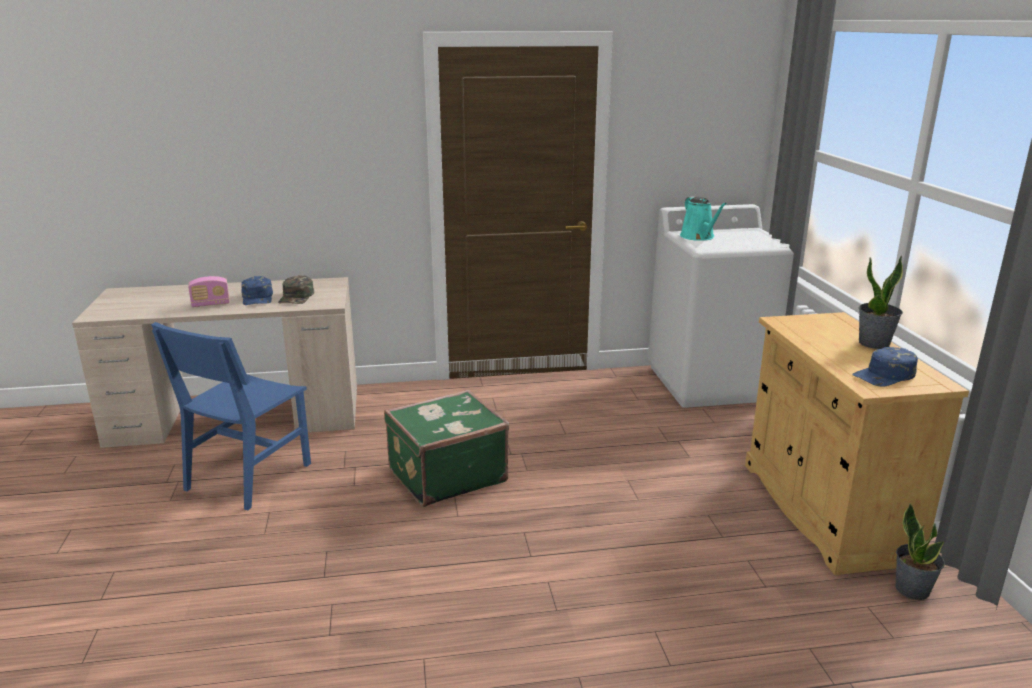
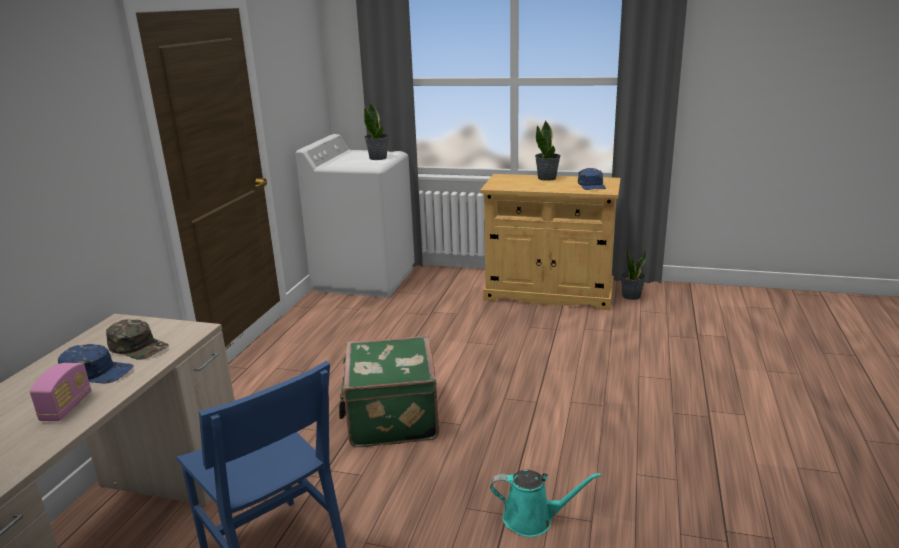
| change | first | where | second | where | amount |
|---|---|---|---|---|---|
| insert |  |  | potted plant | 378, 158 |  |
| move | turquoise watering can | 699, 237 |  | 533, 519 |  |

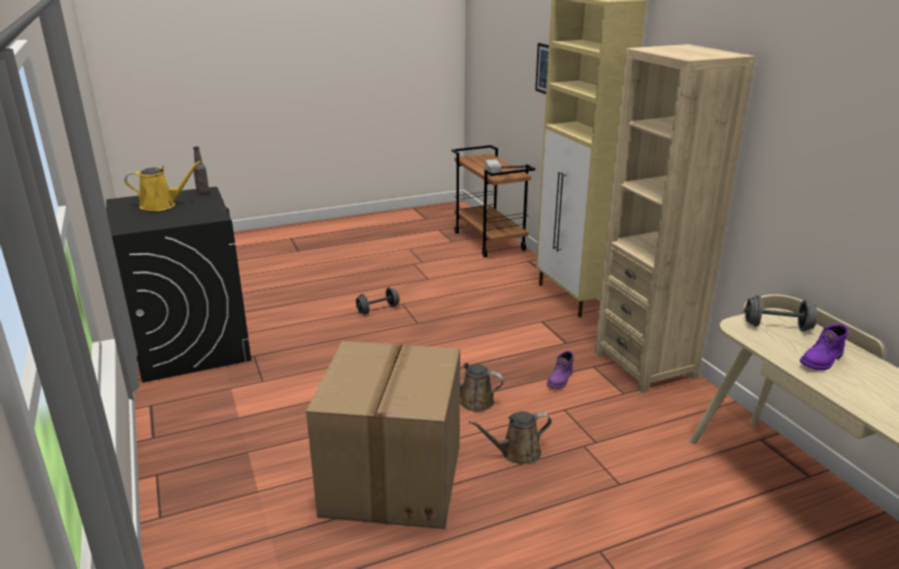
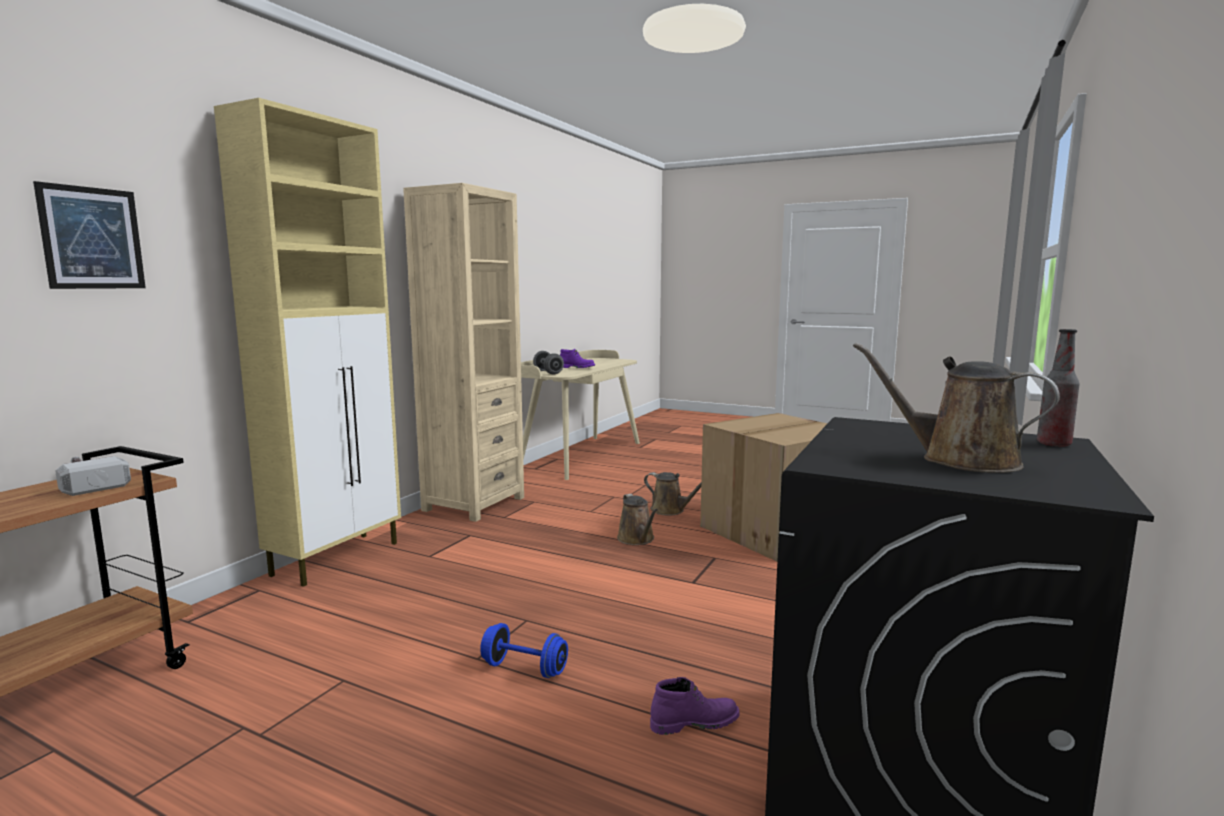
| change | first | where | second | where | amount |
|---|---|---|---|---|---|
| recolor | grey dumbbell | 378, 309 | blue dumbbell | 524, 668 |  |
| move | purple boot | 560, 380 |  | 694, 722 |  |
| recolor | yellow watering can | 161, 205 | brown watering can | 959, 460 |  |
| move | bottle | 203, 192 |  | 1053, 444 |  |

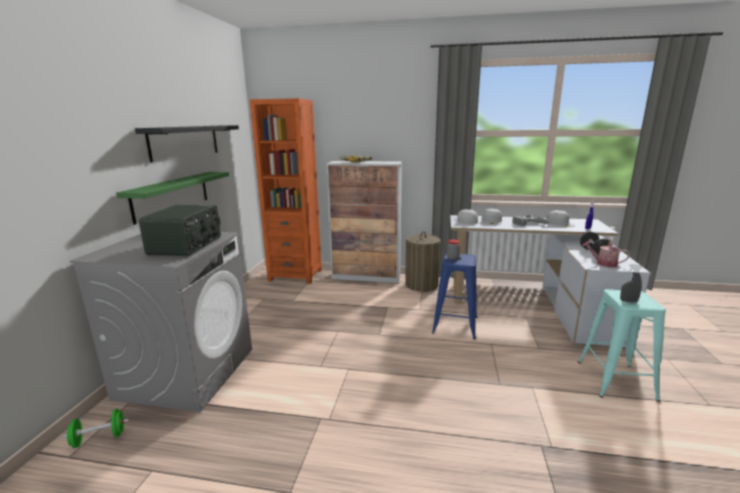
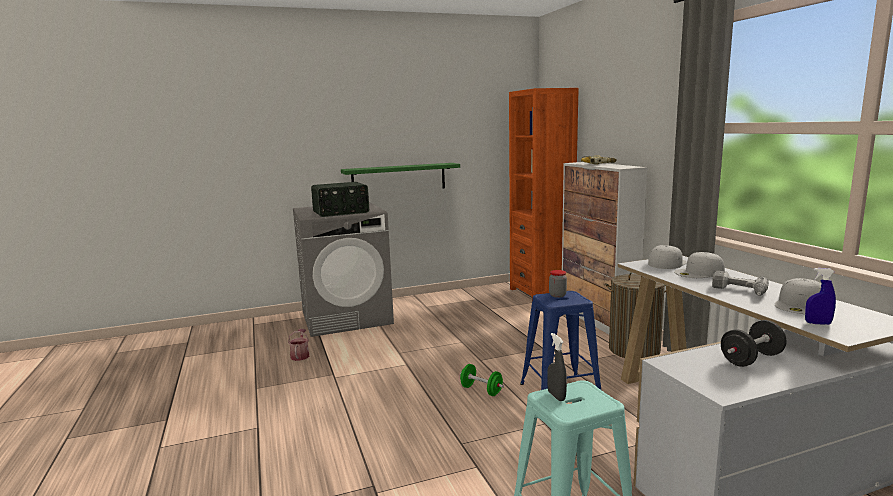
| change | first | where | second | where | amount |
|---|---|---|---|---|---|
| move | watering can | 603, 263 |  | 300, 355 |  |
| move | green dumbbell | 99, 438 |  | 481, 390 |  |
| delete | black shelf | 185, 141 |  |  |  |

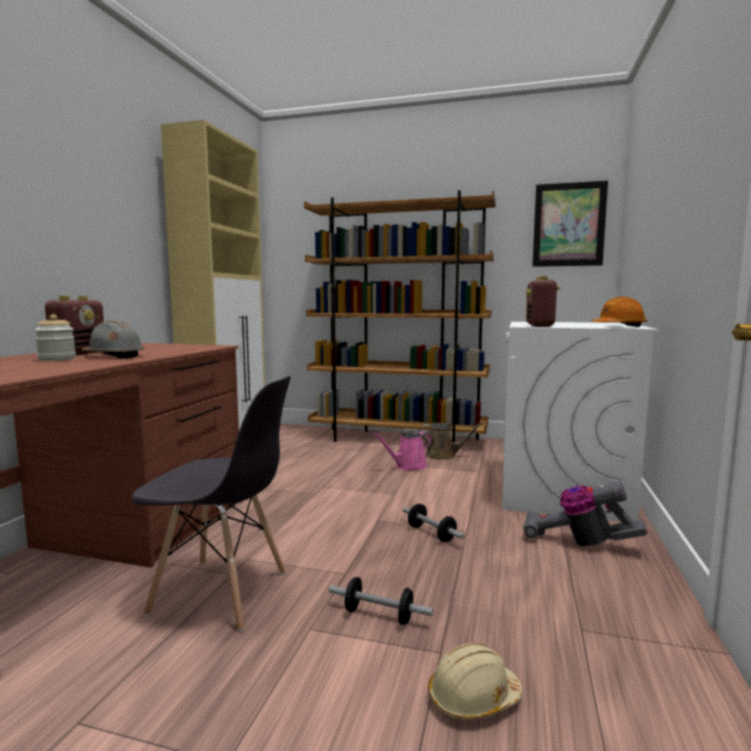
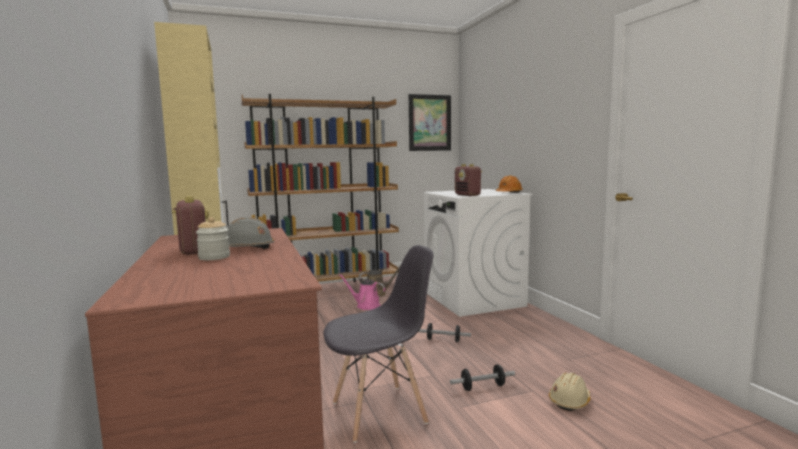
| change | first | where | second | where | amount |
|---|---|---|---|---|---|
| rotate | pink watering can | 408, 466 |  | 366, 306 | 90 degrees clockwise |
| delete | vacuum cleaner | 579, 543 |  |  |  |

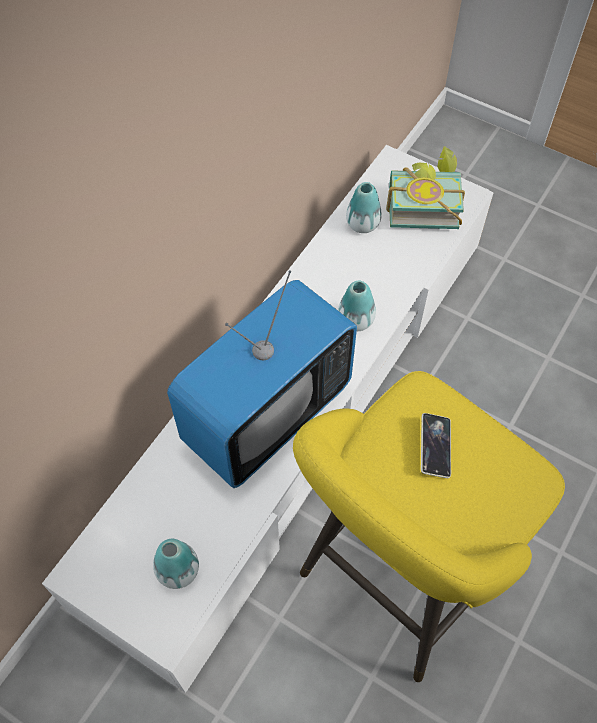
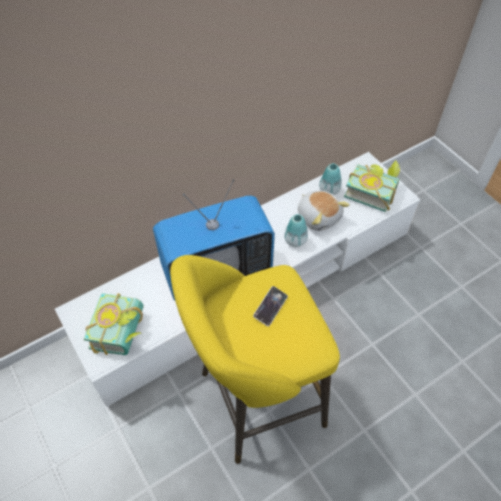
| change | first | where | second | where | amount |
|---|---|---|---|---|---|
| replace | vase | 178, 570 | book | 124, 332 |  |
| insert |  |  | plush toy | 319, 216 |  |

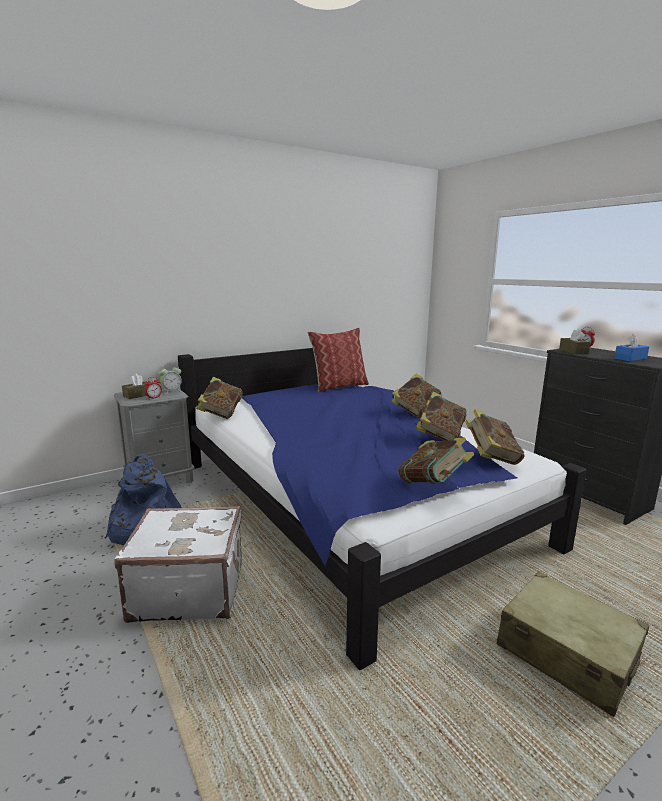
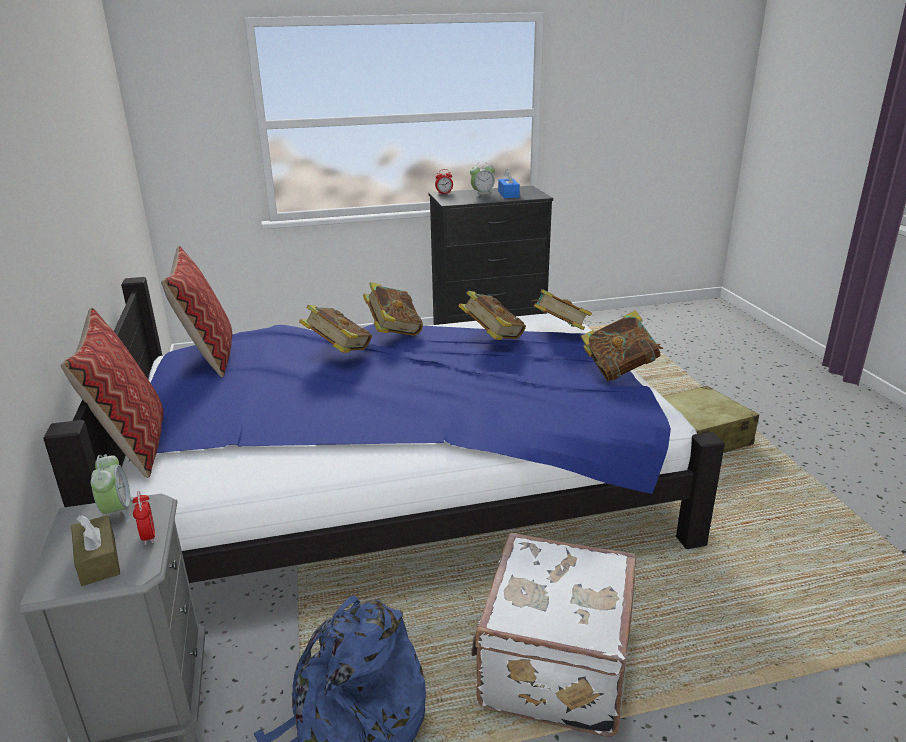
| change | first | where | second | where | amount |
|---|---|---|---|---|---|
| insert |  |  | pillow | 133, 445 |  |
| move | book | 221, 414 |  | 338, 351 |  |
| insert |  |  | alarm clock | 482, 194 |  |
| delete | brown tissue box | 573, 351 |  |  |  |

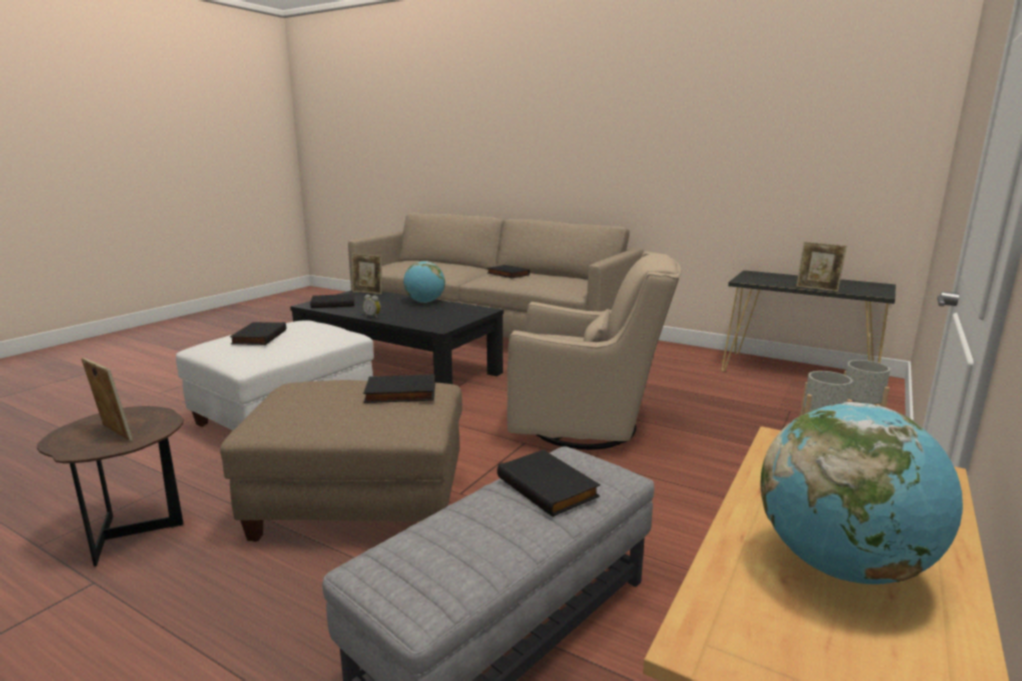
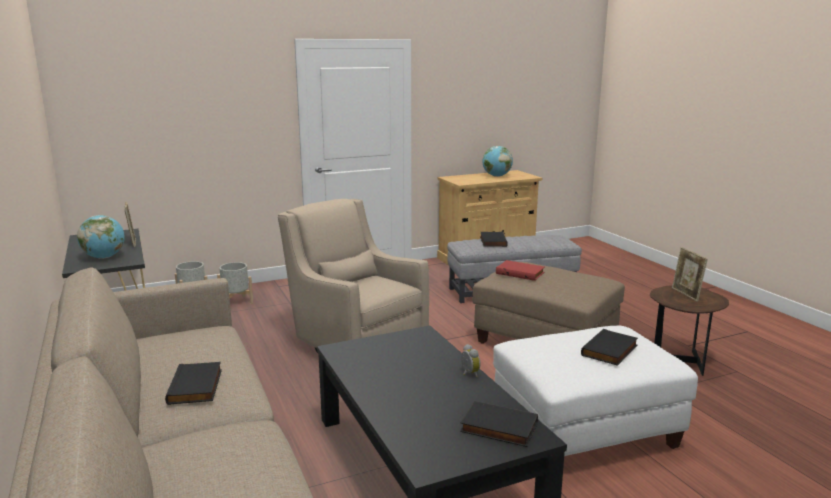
| change | first | where | second | where | amount |
|---|---|---|---|---|---|
| move | globe | 425, 302 |  | 104, 257 |  |
| recolor | black book | 400, 394 | red book | 520, 273 |  |
| delete | picture frame | 368, 292 |  |  |  |

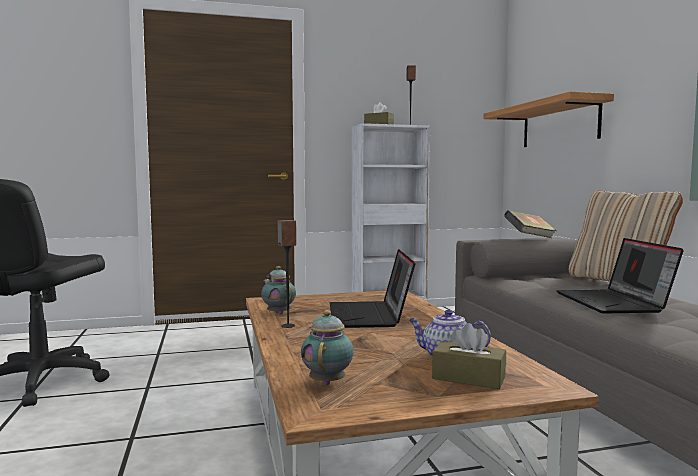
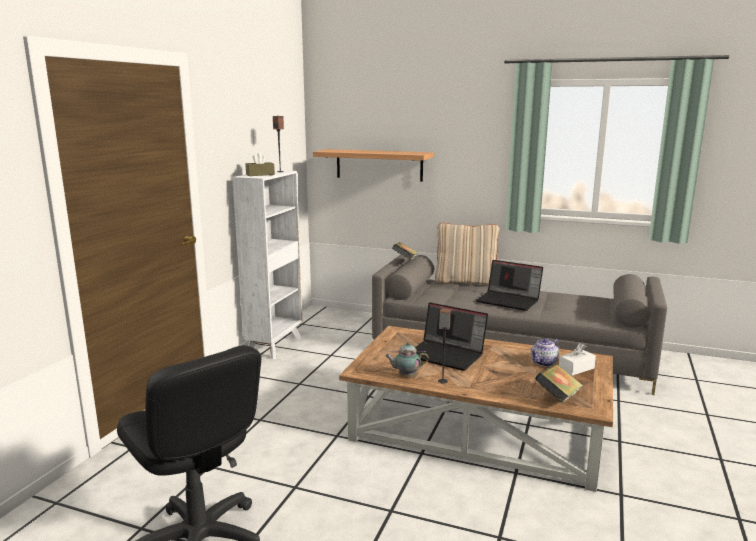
| change | first | where | second | where | amount |
|---|---|---|---|---|---|
| replace | teapot | 328, 381 | book | 557, 397 |  |
| recolor | brown tissue box | 468, 378 | white tissue box | 576, 369 |  |

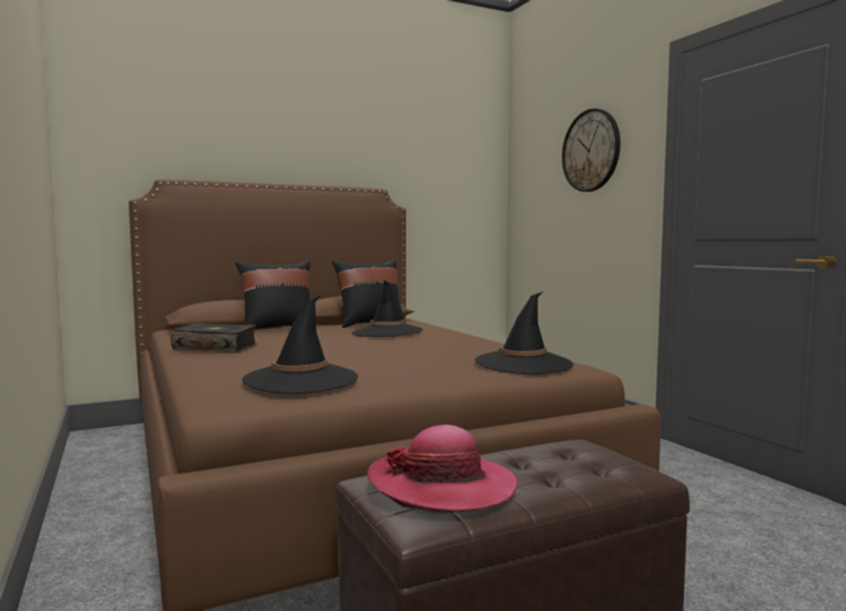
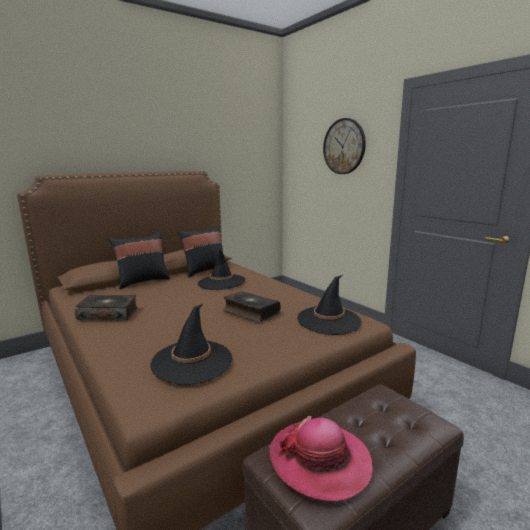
| change | first | where | second | where | amount |
|---|---|---|---|---|---|
| insert |  |  | book | 250, 312 |  |

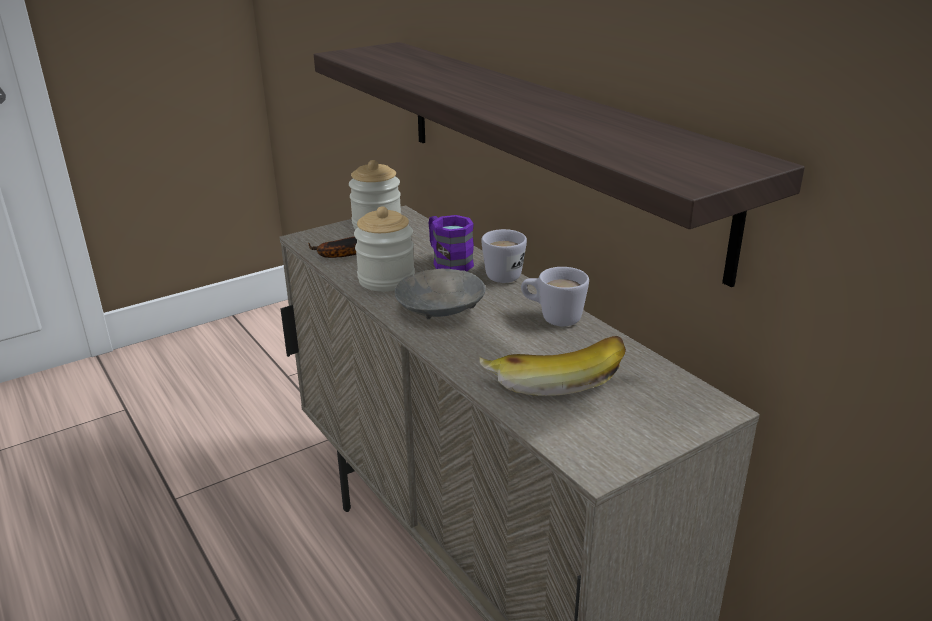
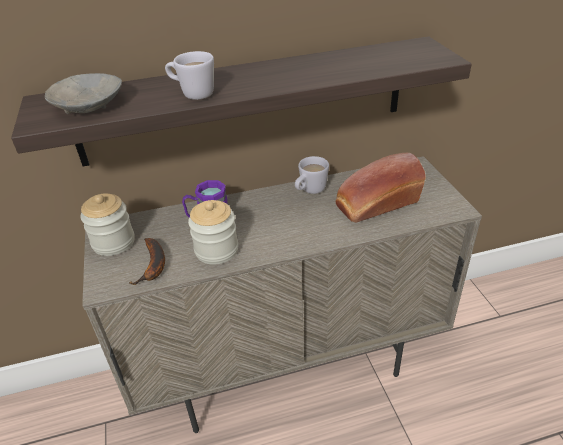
| change | first | where | second | where | amount |
|---|---|---|---|---|---|
| move | grey bowl | 439, 307 |  | 87, 105 |  |
| move | white mug | 504, 273 |  | 192, 93 |  |
| replace | banana | 554, 377 | bread | 375, 204 |  |

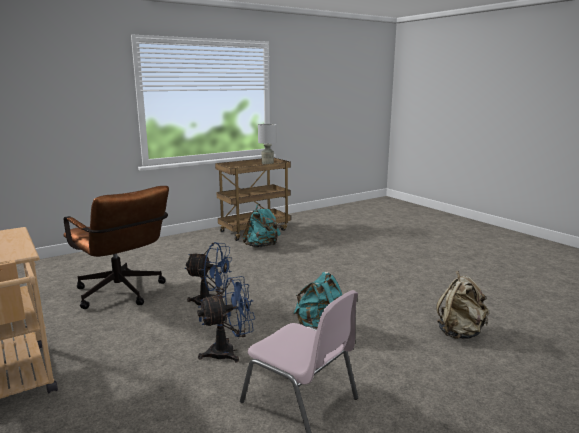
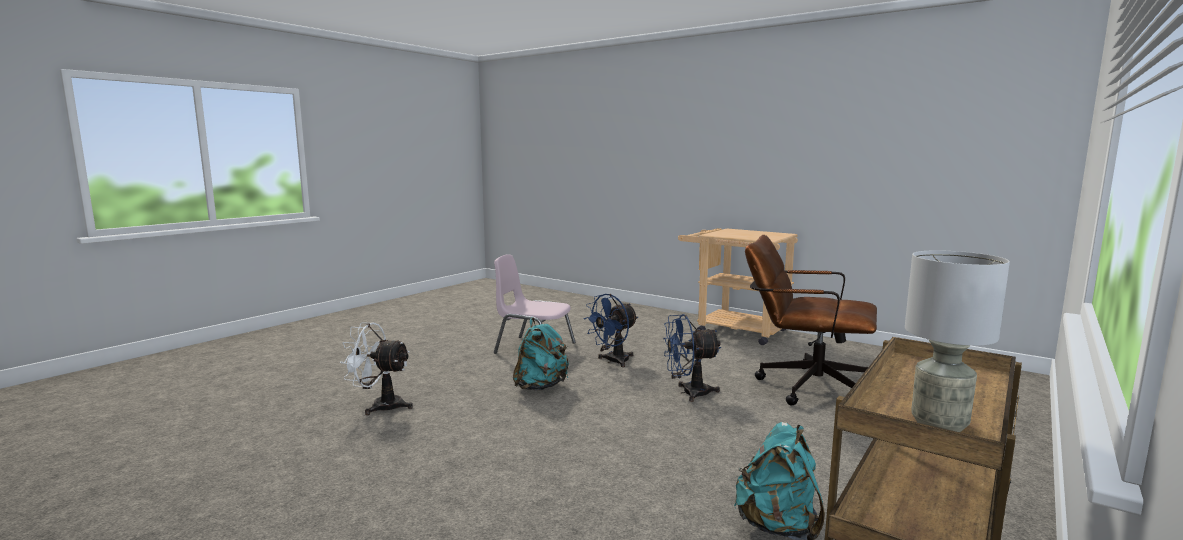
| change | first | where | second | where | amount |
|---|---|---|---|---|---|
| replace | beige backpack | 460, 333 | white fan | 380, 406 |  |

